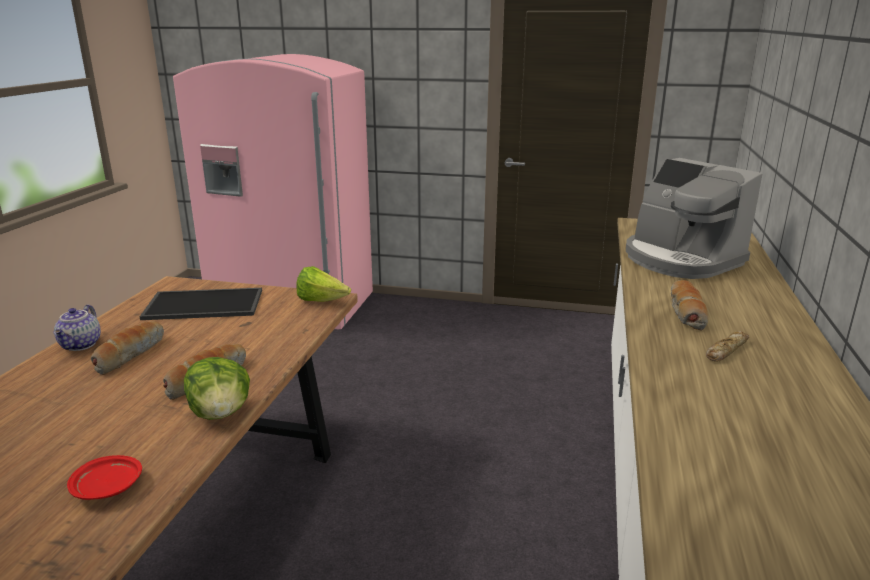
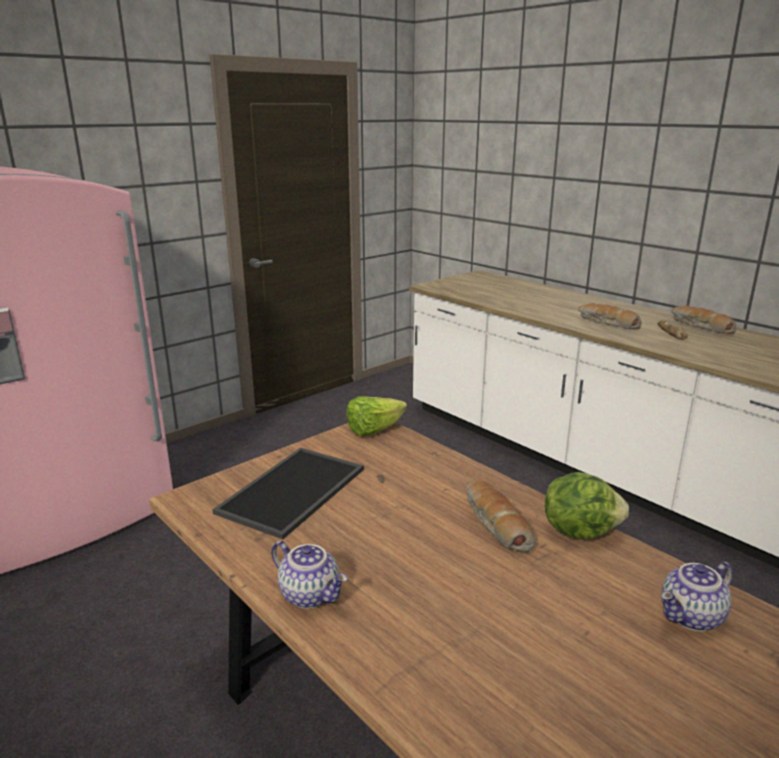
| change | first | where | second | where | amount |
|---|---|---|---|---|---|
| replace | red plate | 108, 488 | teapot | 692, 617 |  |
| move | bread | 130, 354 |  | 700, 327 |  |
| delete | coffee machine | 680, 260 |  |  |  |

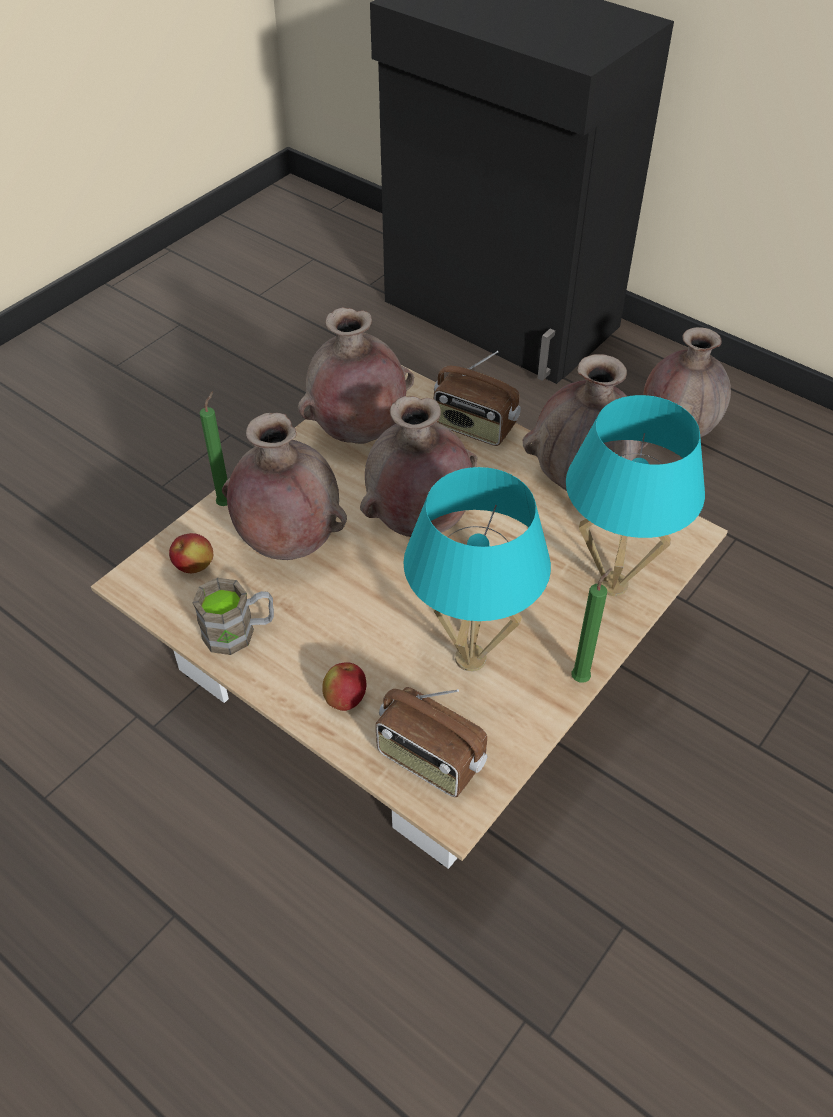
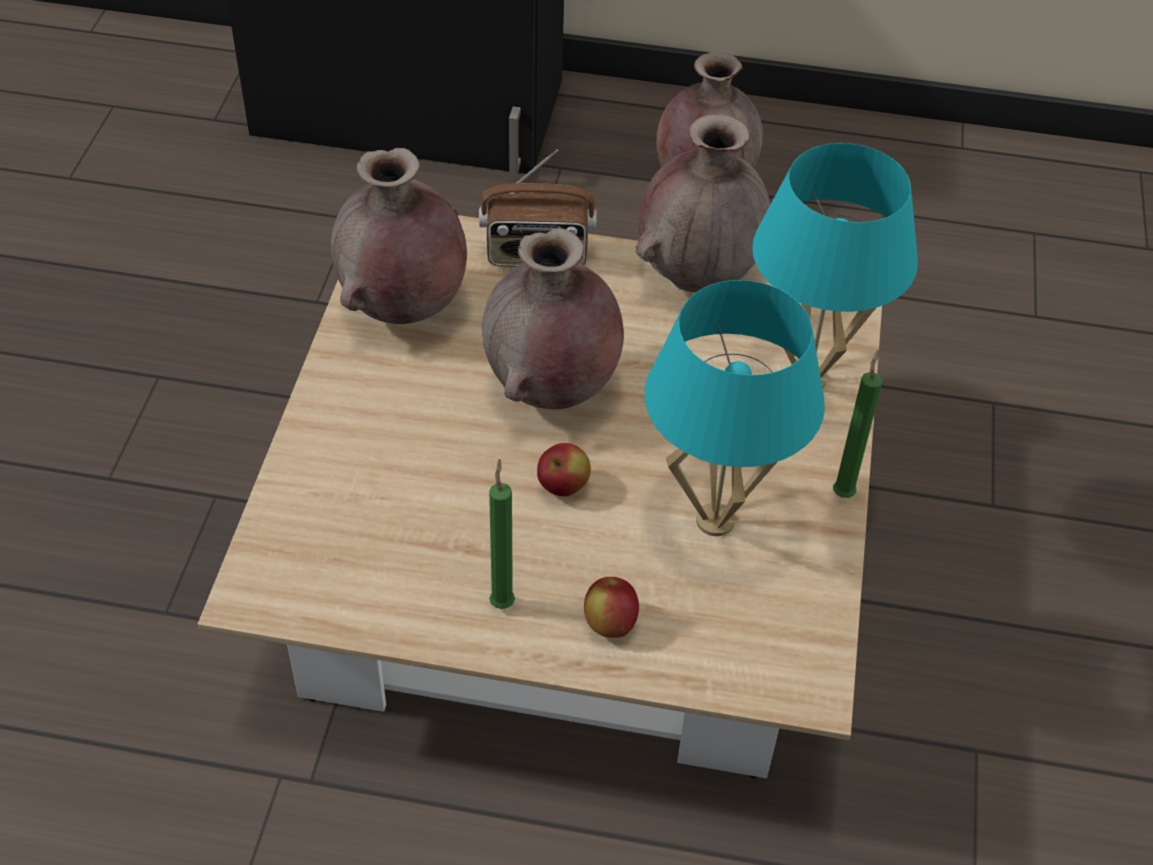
| change | first | where | second | where | amount |
|---|---|---|---|---|---|
| move | green candle | 227, 503 |  | 502, 601 |  |
| move | apple | 194, 566 |  | 563, 486 |  |
| delete | brown mug | 239, 632 |  |  |  |
| delete | brown vase | 288, 544 |  |  |  |
| delete | radio | 429, 760 |  |  |  |

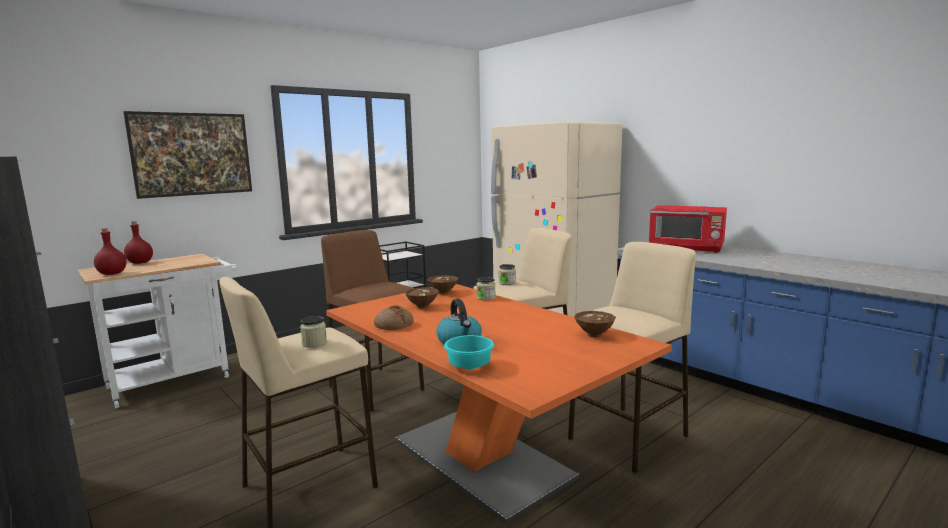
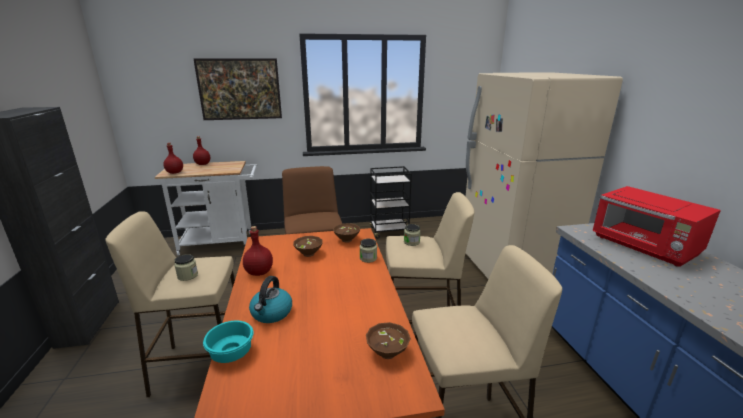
| change | first | where | second | where | amount |
|---|---|---|---|---|---|
| replace | bread | 394, 325 | red bottle | 259, 272 |  |

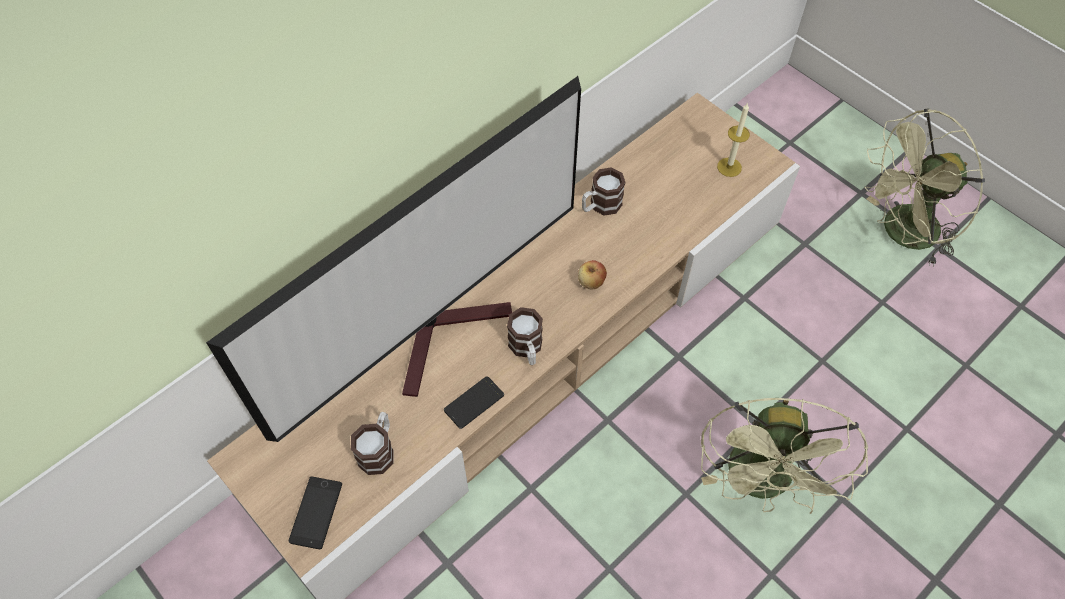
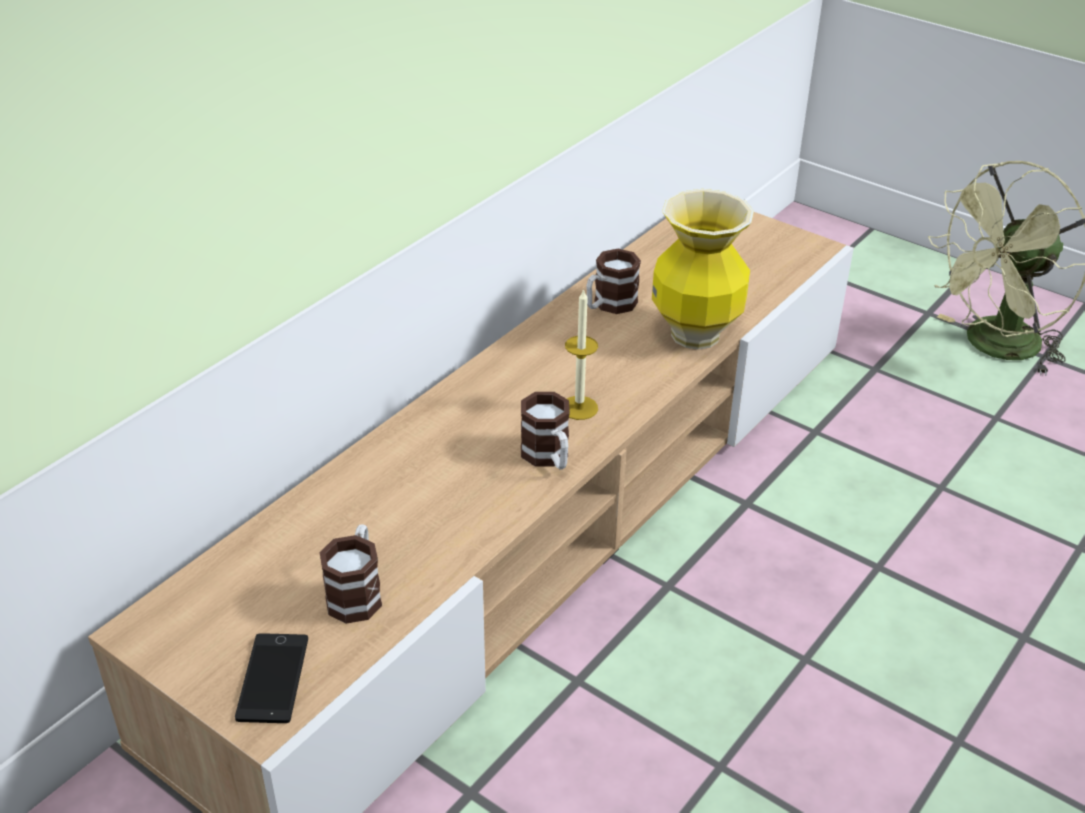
| change | first | where | second | where | amount |
|---|---|---|---|---|---|
| move | candle | 729, 167 |  | 579, 408 |  |
| insert |  |  | vase | 695, 335 |  |
| delete | television | 446, 332 |  |  |  |
| delete | phone | 474, 402 |  |  |  |
| delete | apple | 591, 282 |  |  |  |
| delete | green fan | 762, 484 |  |  |  |

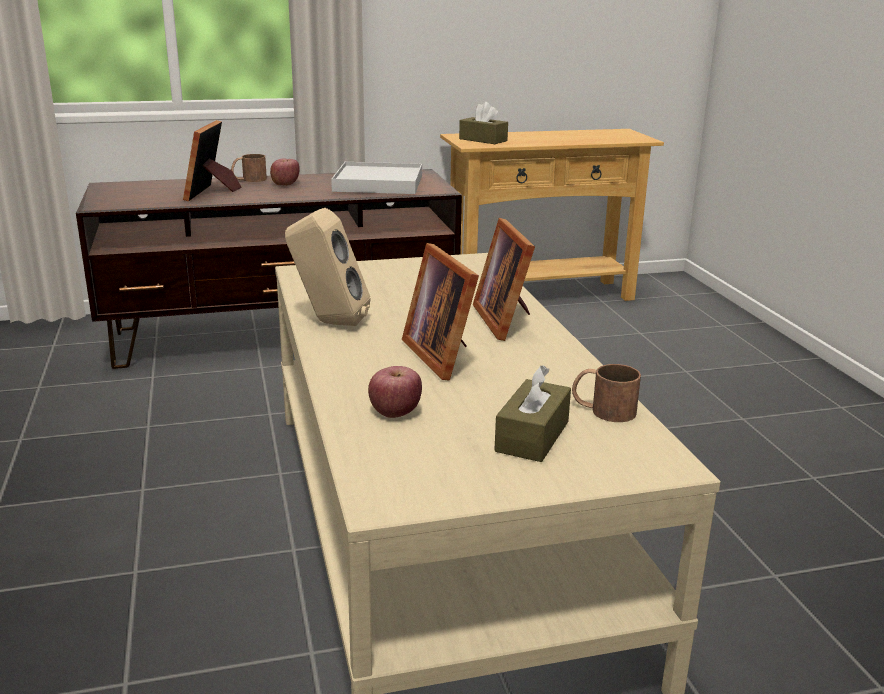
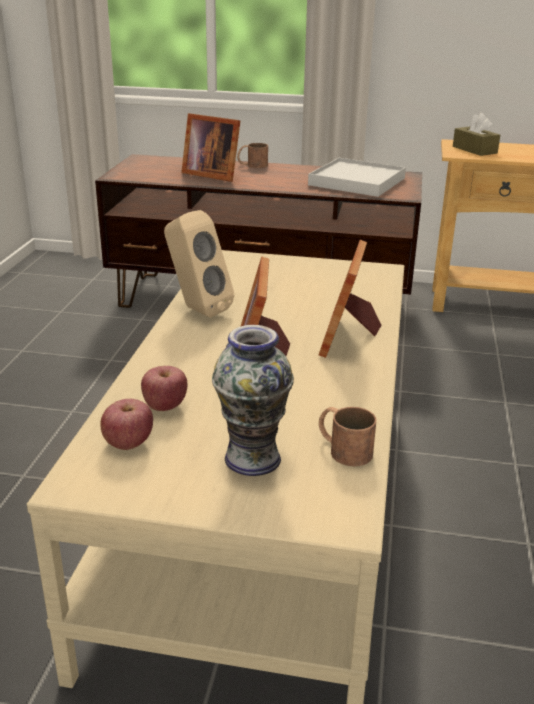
| change | first | where | second | where | amount |
|---|---|---|---|---|---|
| move | apple | 285, 184 |  | 128, 443 |  |
| rotate | picture frame | 212, 193 |  | 211, 174 | 90 degrees counterclockwise |
| replace | brown tissue box | 532, 436 | vase | 253, 458 |  |

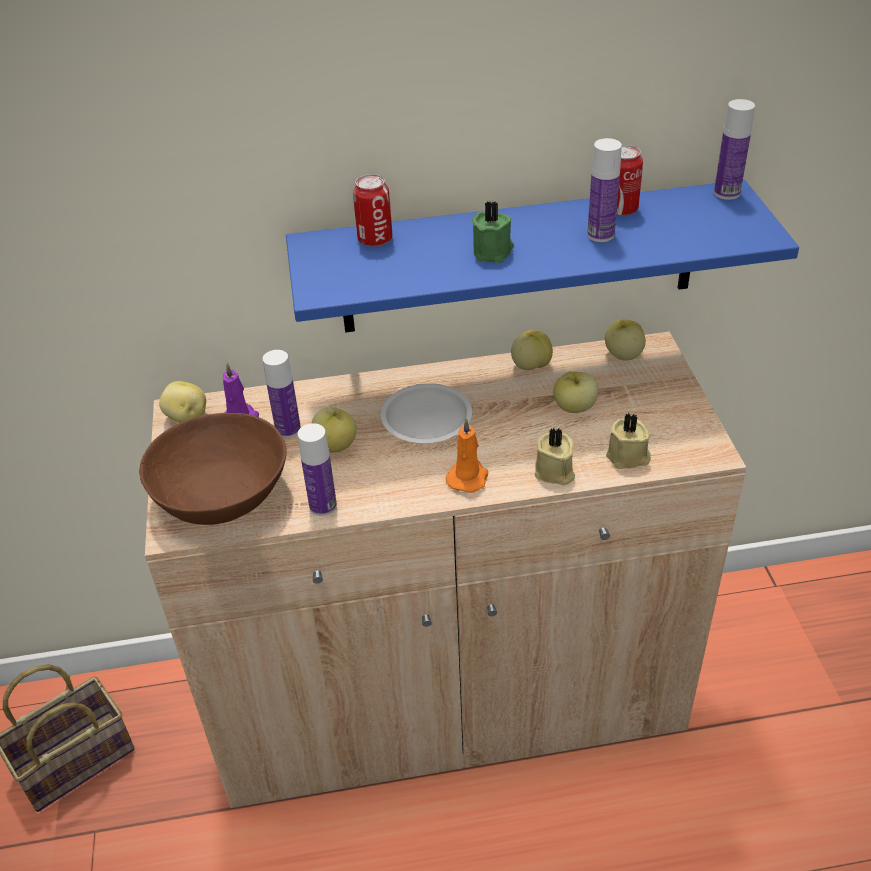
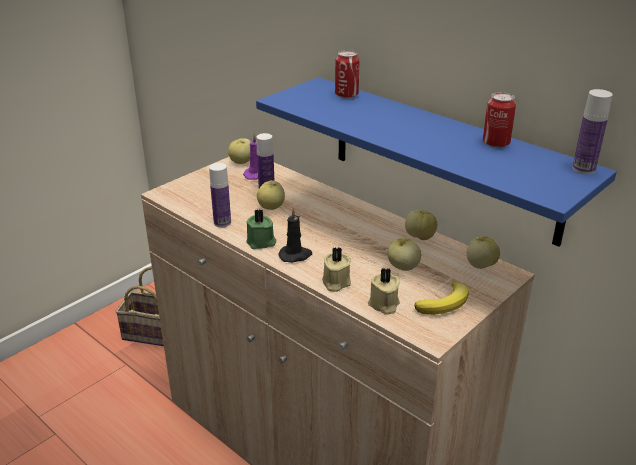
| change | first | where | second | where | amount |
|---|---|---|---|---|---|
| replace | potato | 186, 418 | apple | 242, 162 |  |
| move | green candle | 494, 252 |  | 261, 242 |  |
| recolor | orange candle | 468, 477 | black candle | 295, 255 |  |
| insert |  |  | banana | 445, 303 |  |
| delete | brown bowl | 224, 496 |  |  |  |
| delete | white plate | 427, 419 |  |  |  |
| delete | bottle | 600, 235 |  |  |  |

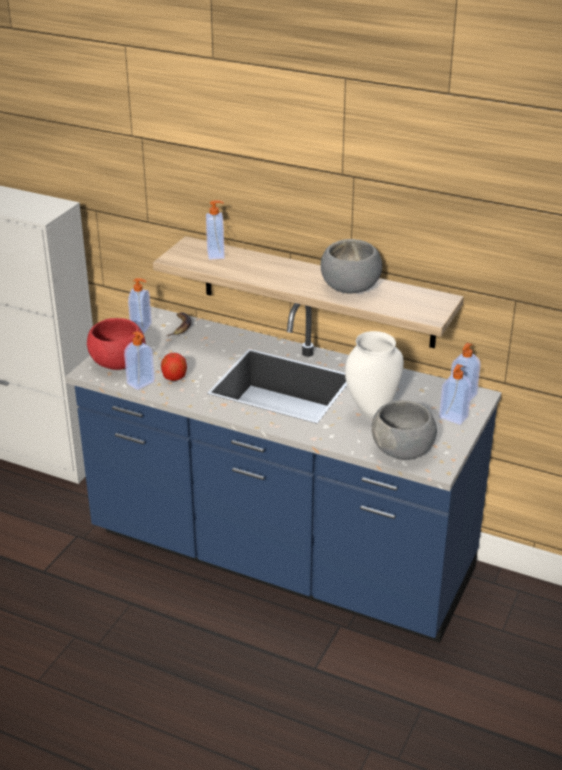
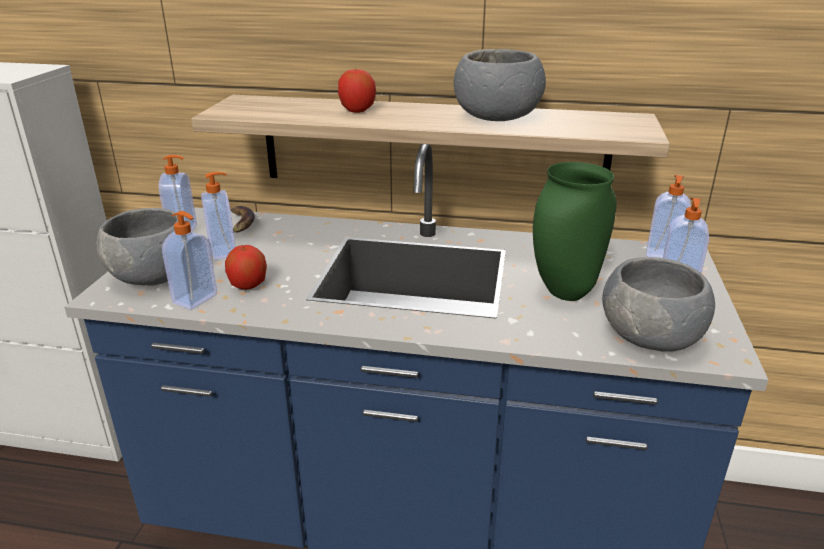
| change | first | where | second | where | amount |
|---|---|---|---|---|---|
| recolor | red bowl | 118, 362 | grey bowl | 153, 276 |  |
| move | soap dispenser | 216, 254 |  | 224, 251 |  |
| insert |  |  | apple | 357, 110 |  |
| recolor | white vase | 371, 412 | green vase | 563, 292 |  |

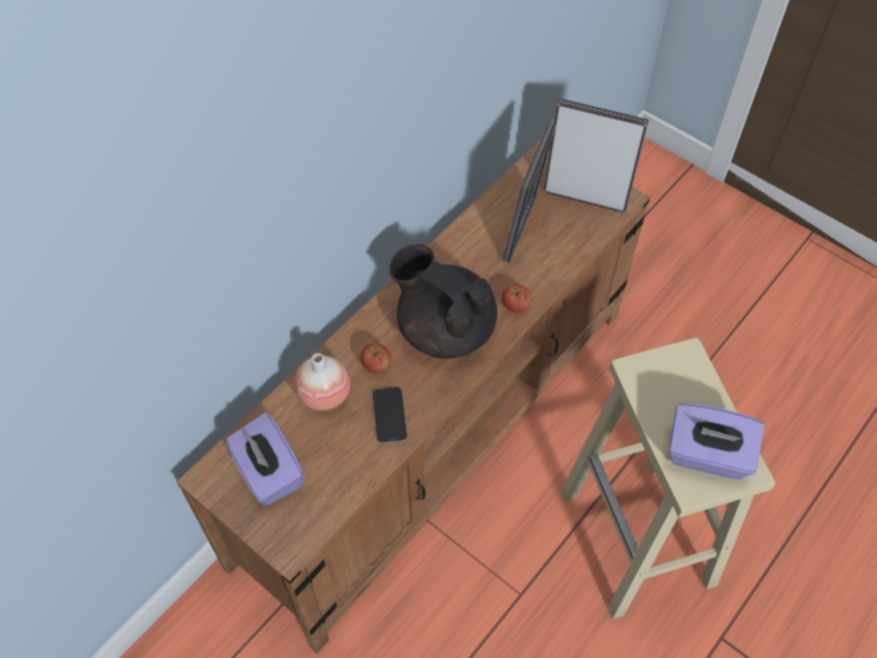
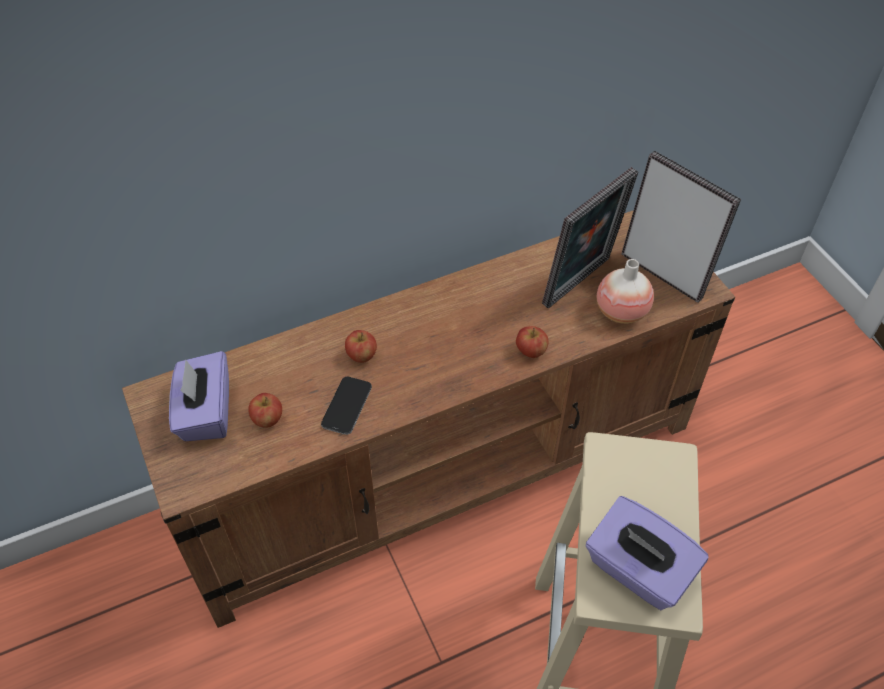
| change | first | where | second | where | amount |
|---|---|---|---|---|---|
| insert |  |  | apple | 267, 419 |  |
| move | vase | 324, 395 |  | 621, 312 |  |
| delete | black teapot | 444, 329 |  |  |  |

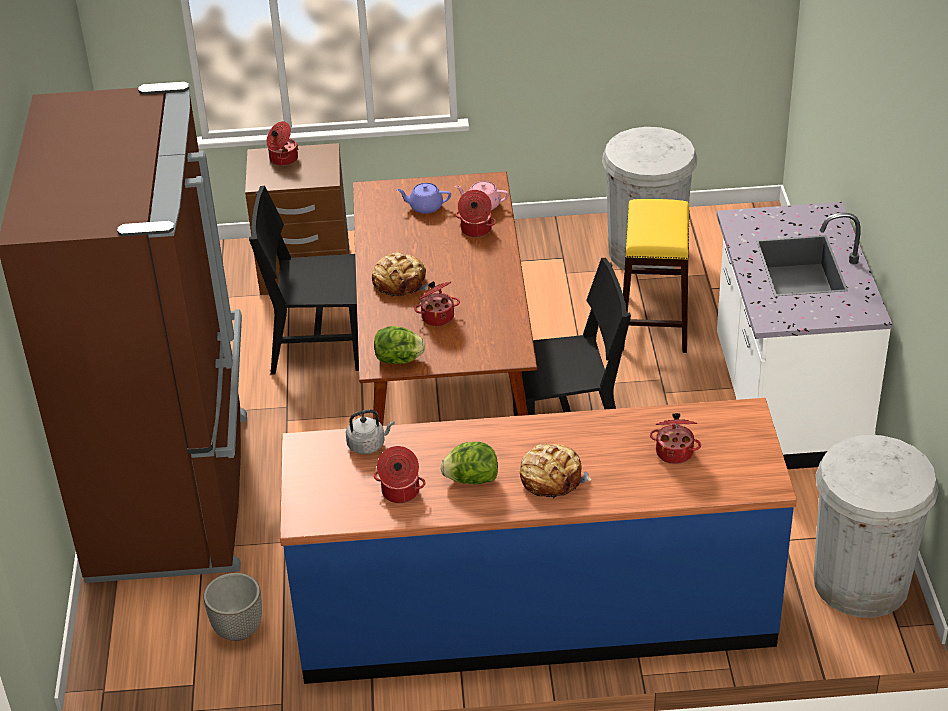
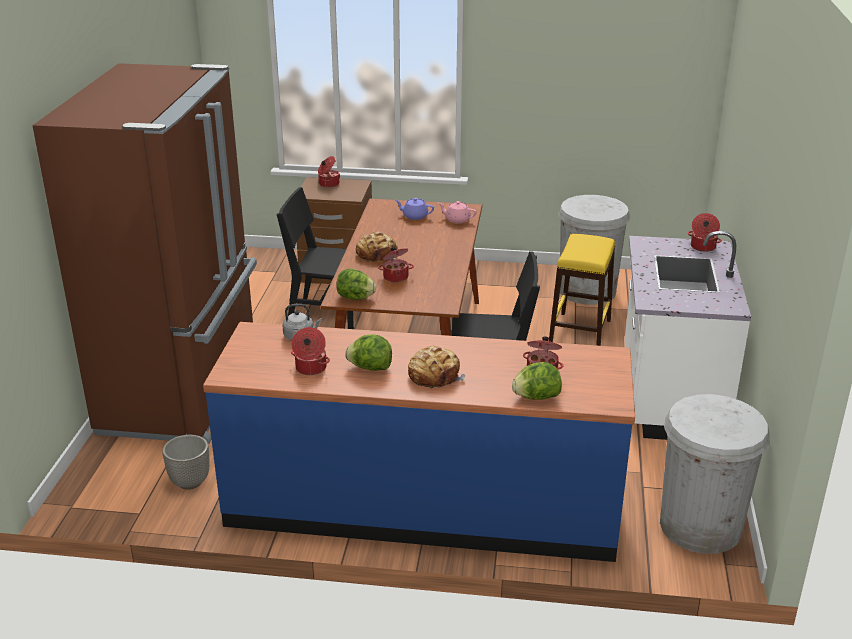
| change | first | where | second | where | amount |
|---|---|---|---|---|---|
| insert |  |  | lettuce | 536, 397 |  |
| move | cooking pot | 475, 230 |  | 702, 247 |  |

